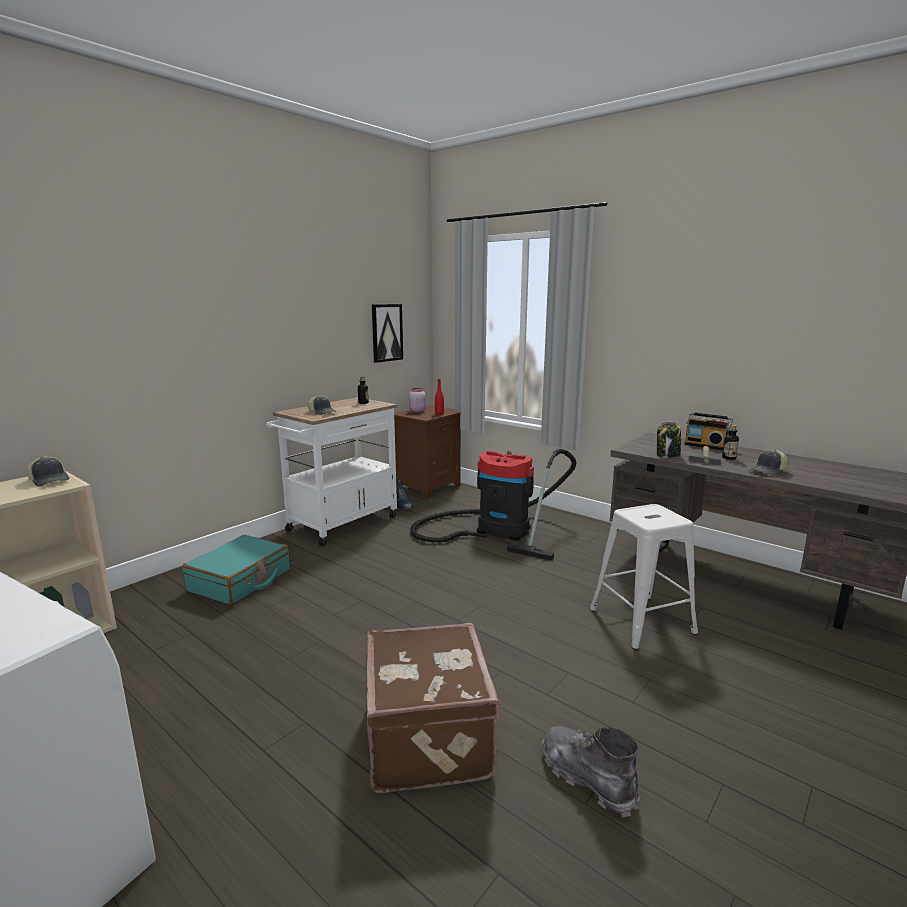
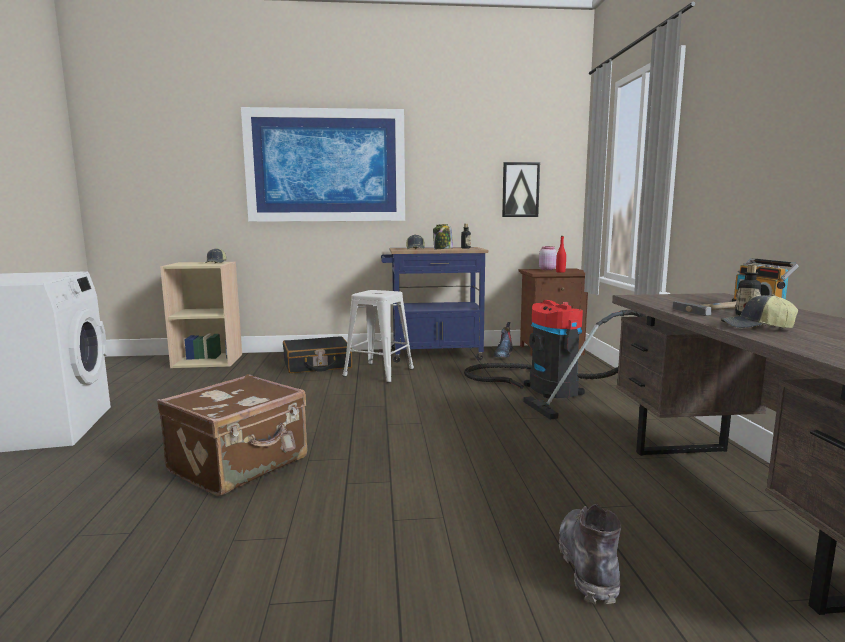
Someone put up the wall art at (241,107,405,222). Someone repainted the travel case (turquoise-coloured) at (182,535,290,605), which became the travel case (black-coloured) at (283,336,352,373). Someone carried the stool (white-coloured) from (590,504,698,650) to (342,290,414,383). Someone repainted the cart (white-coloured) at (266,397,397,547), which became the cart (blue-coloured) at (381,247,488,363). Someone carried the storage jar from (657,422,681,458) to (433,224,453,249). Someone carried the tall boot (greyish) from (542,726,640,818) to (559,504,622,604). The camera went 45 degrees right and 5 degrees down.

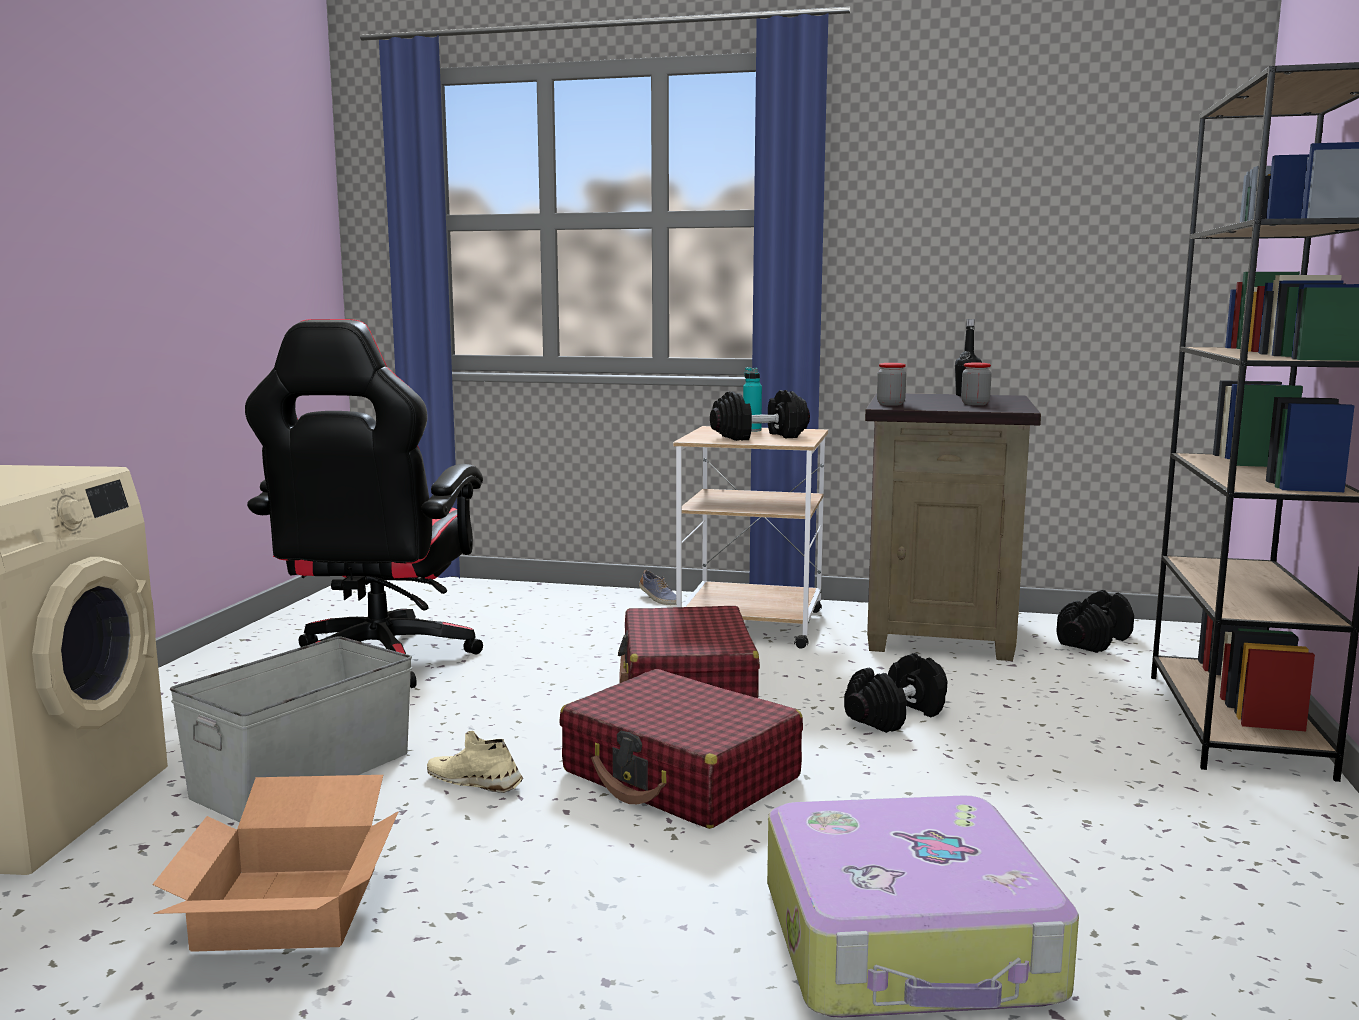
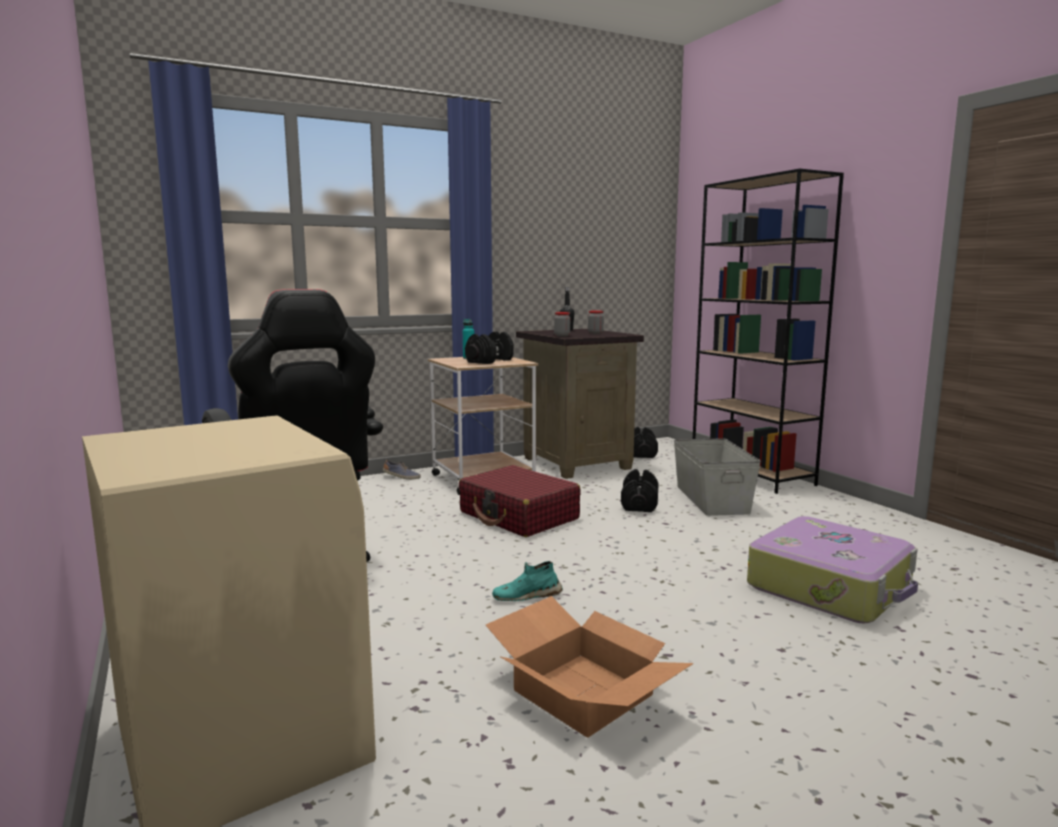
Someone repainted the low shoe (beige) at (427,731,523,793), which became the low shoe (turquoise-coloured) at (492,561,563,601). Someone carried the storage box (greyish) from (170,636,412,822) to (673,438,761,516). Someone took away the travel case (red) at (559,669,803,829). The camera went 40 degrees left and 0 degrees up.

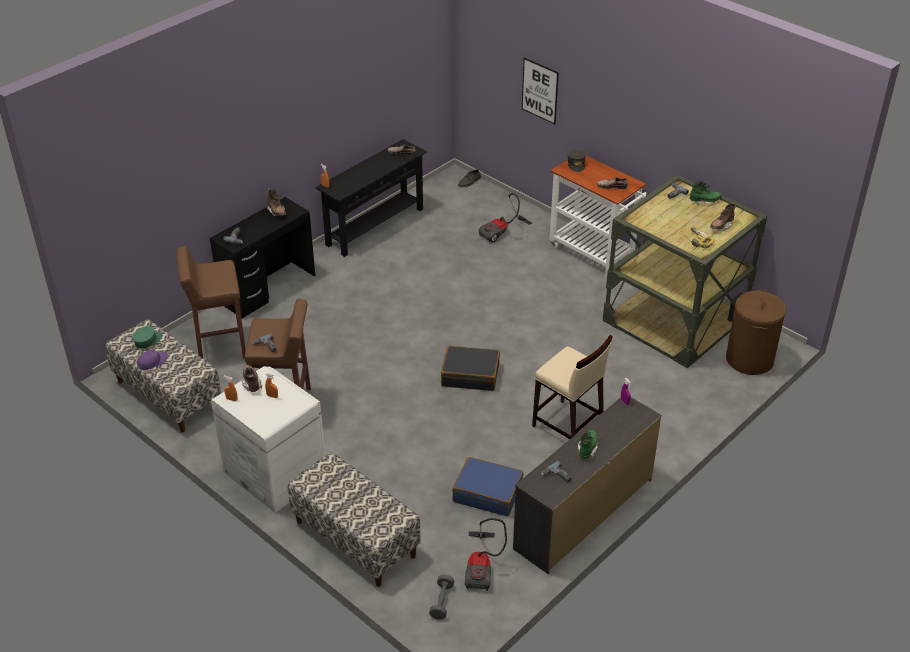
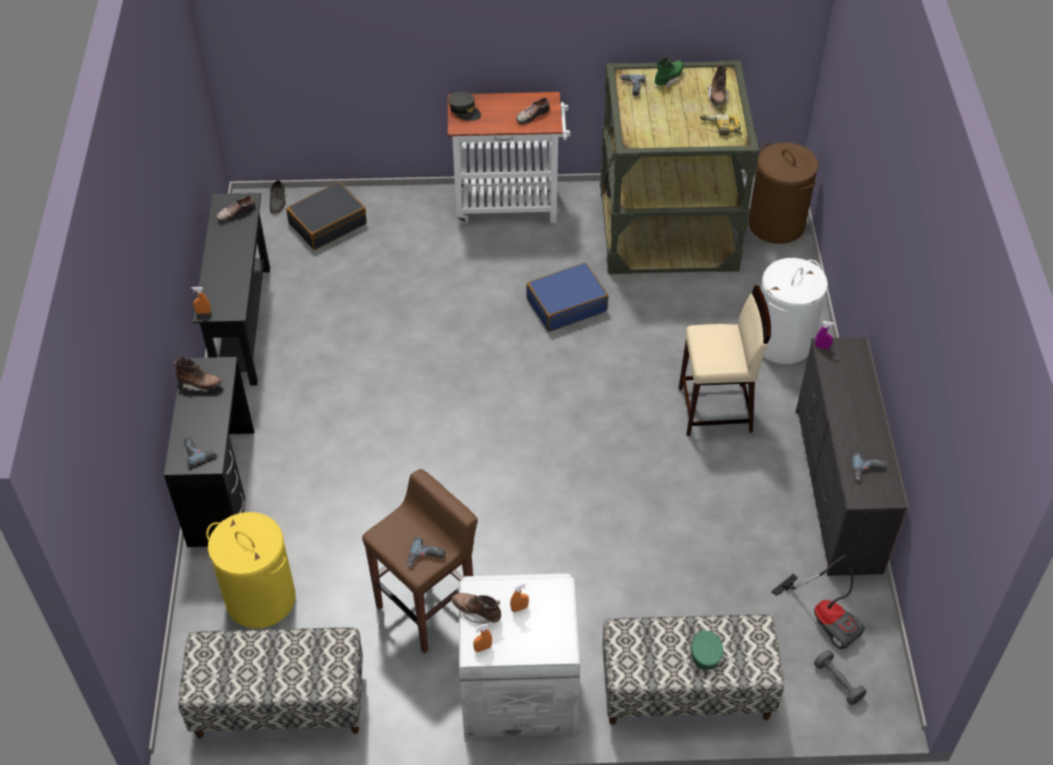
Someone swapped the stool (brown) at (176,246,246,359) for the hamper (yellow) at (206,512,295,629). Someone carried the travel case (black-coloured) from (441,346,500,391) to (286,182,367,250). Someone carried the travel case (blue-coloured) from (452,457,524,516) to (526,263,609,332). Someone carried the baseball cap (greenish) from (132,326,162,348) to (691,630,723,670). Someone put down the hamper (white-coloured) at (761,258,828,364). Someone took away the baseball cap (purple) at (137,349,168,370). Someone took away the vacuum at (478,193,532,243). Someone took away the wall art at (522,58,559,124). Someone took away the tall boot (greenish) at (578,429,599,459). The camera went 45 degrees left and 10 degrees up.

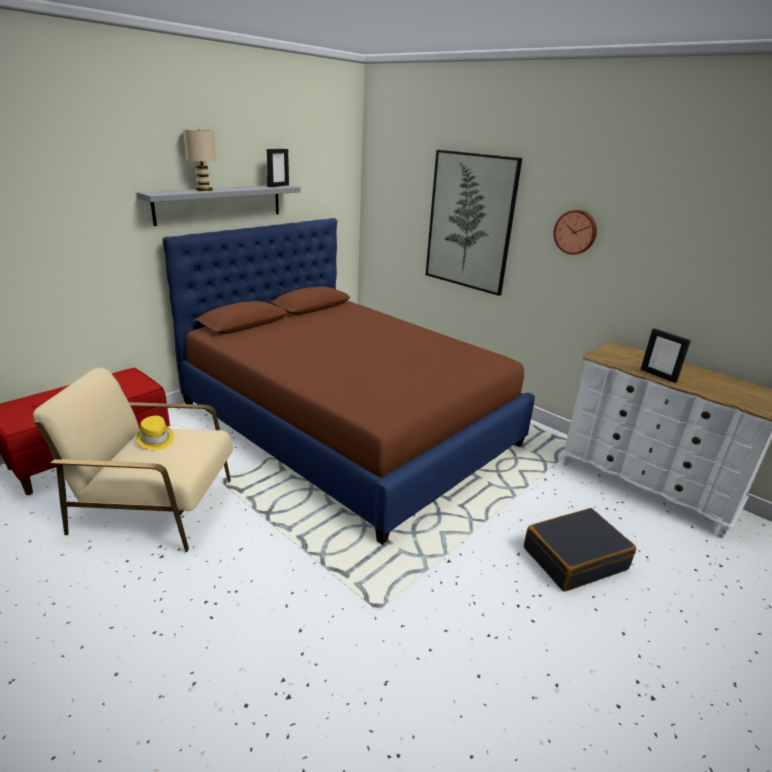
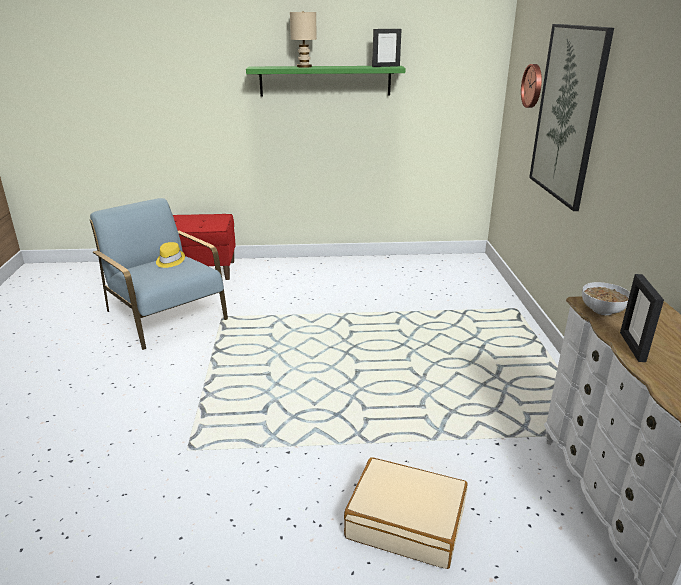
Someone repainted the armchair (beige) at (33,368,233,552), which became the armchair (blue-coloured) at (90,198,228,350). Someone repainted the wall shelf (greyish) at (137,185,300,226), which became the wall shelf (greenish) at (246,66,406,97). Someone repainted the travel case (black-coloured) at (524,508,636,592), which became the travel case (beige) at (344,457,468,569). Someone carried the hanging clock from (553,210,597,255) to (521,64,542,108). Someone put down the serving bowl at (582,282,630,315). Someone took away the sleeping bed (brown) at (162,218,535,545). The camera went 45 degrees right and 0 degrees up.

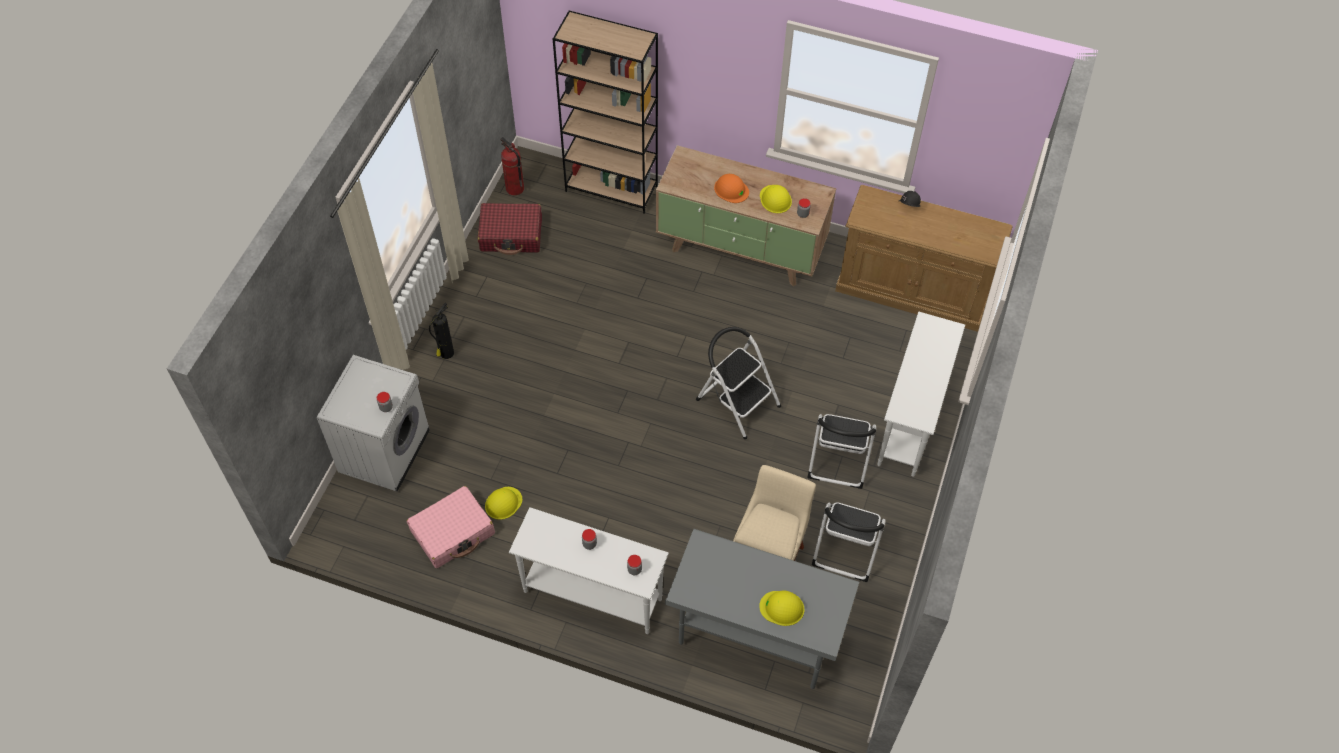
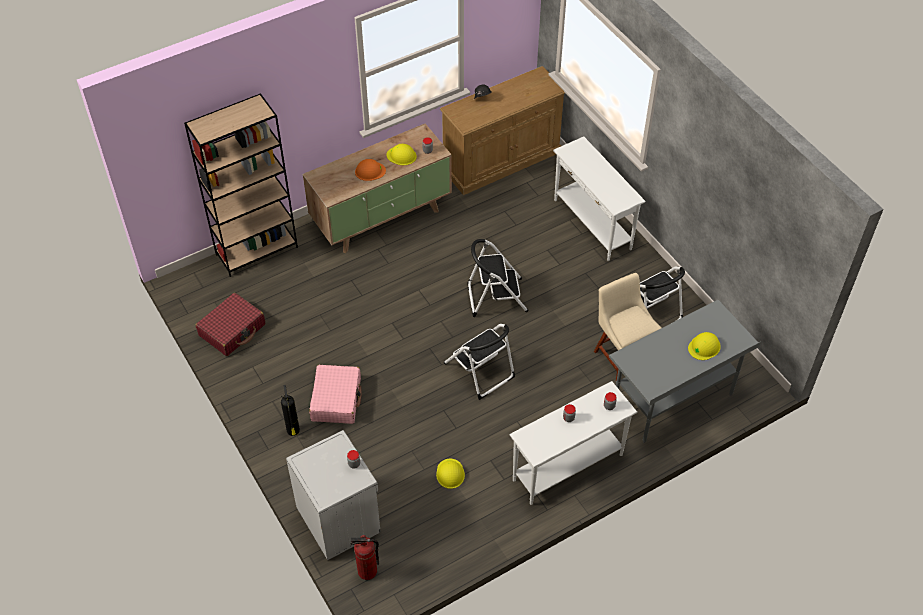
Someone carried the travel case (pink) from (407,486,495,568) to (309,365,361,424). Someone carried the fire-fighting cylinder from (500,137,524,195) to (350,535,379,580). Someone carried the step stool from (808,414,876,489) to (444,324,515,400). The camera went 50 degrees left and 5 degrees down.

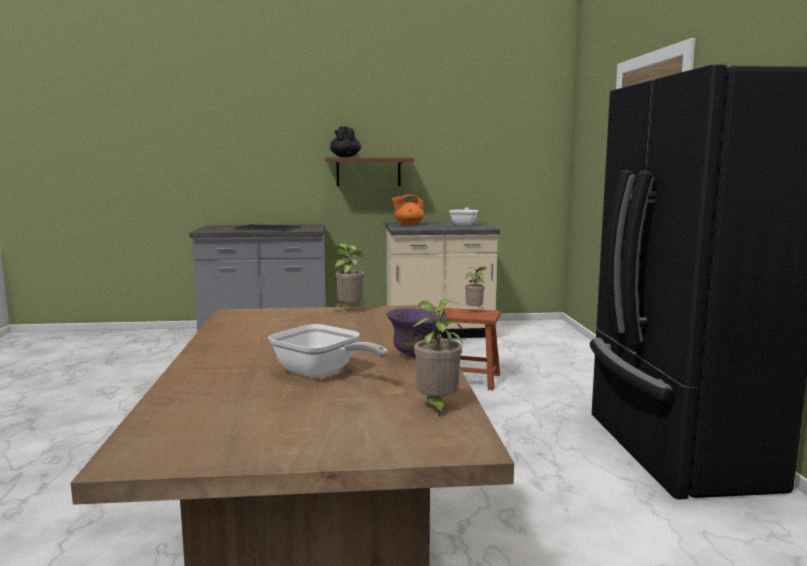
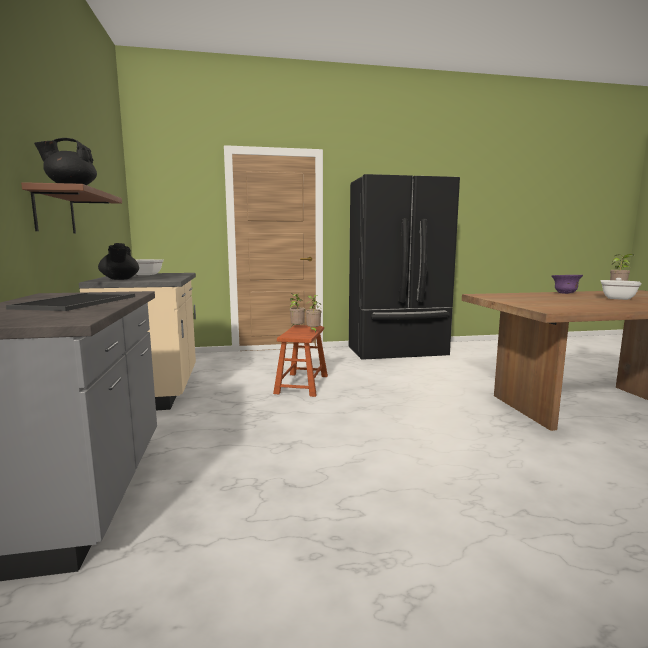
Someone repainted the pot for tea (orange-coloured) at (392,195,424,225), which became the pot for tea (black-coloured) at (98,243,139,280). Someone carried the potted plant from (328,243,365,310) to (306,295,322,332). The camera went 95 degrees left and 0 degrees up.

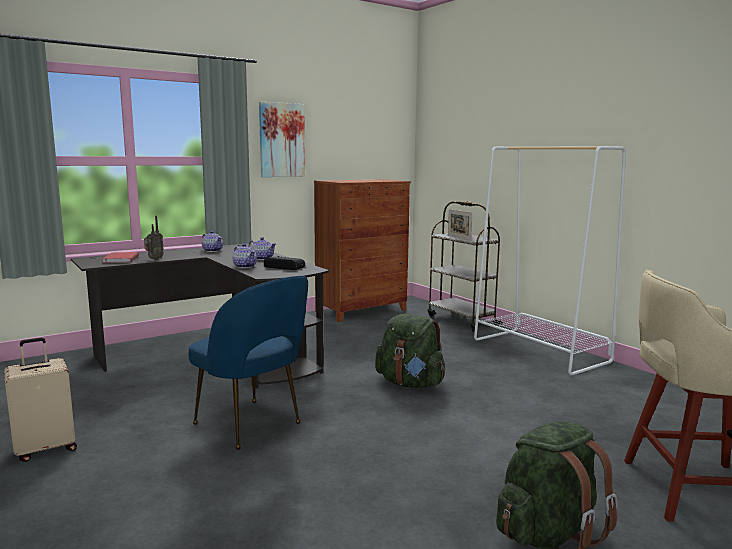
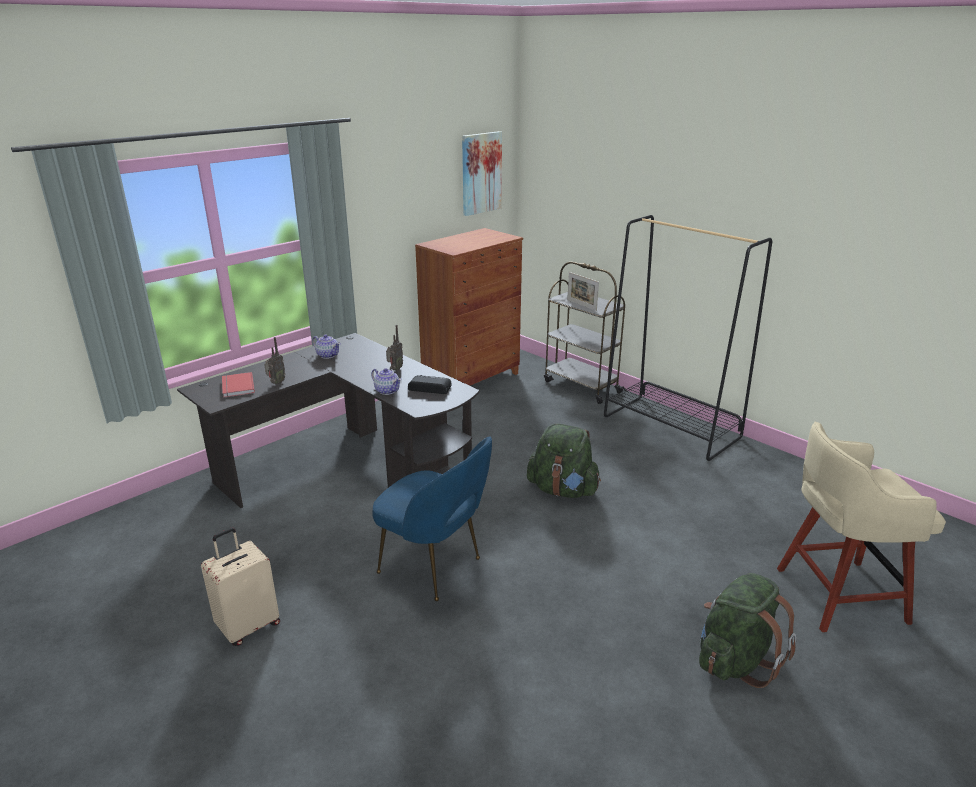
Someone swapped the pot for tea at (249,237,276,260) for the radio receiver at (386,325,403,371). Someone carried the wall art from (259,102,305,177) to (462,131,502,216). Someone repainted the garment rack (white-coloured) at (474,146,626,376), which became the garment rack (black-coloured) at (604,215,772,461). The camera went 10 degrees left and 15 degrees up.

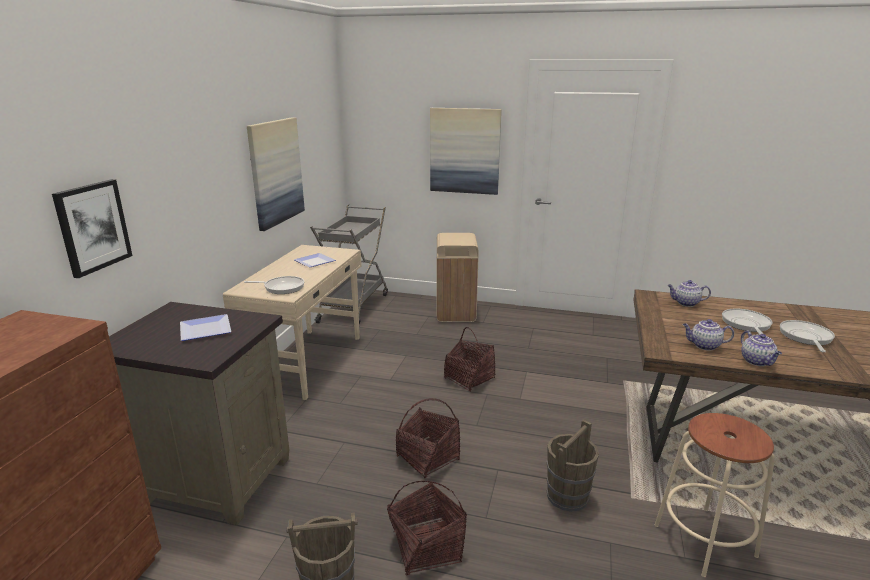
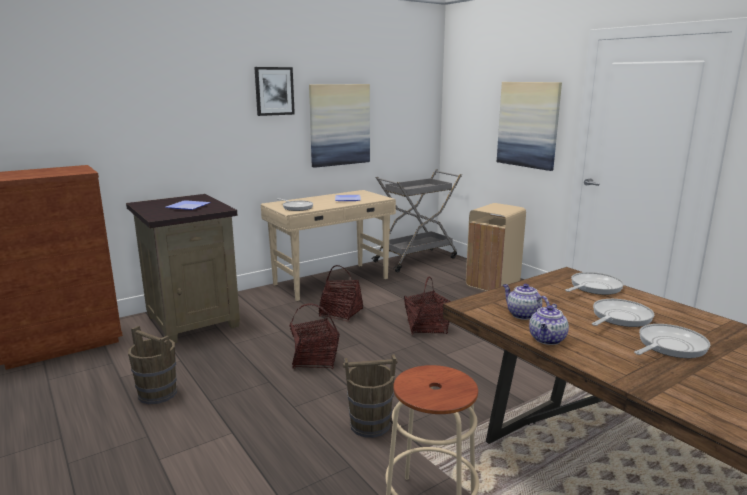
Someone carried the wall art from (52,179,133,278) to (254,67,295,116). Someone carried the basket from (387,481,467,576) to (319,265,363,322). Someone swapped the pot for tea at (667,280,711,307) for the frying pan at (565,272,624,295). The camera went 40 degrees right and 5 degrees down.

